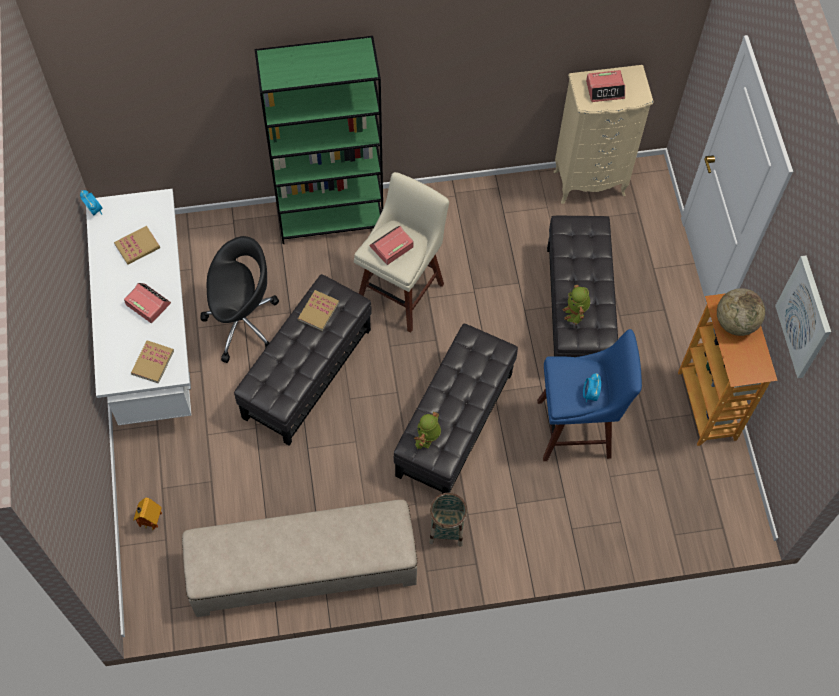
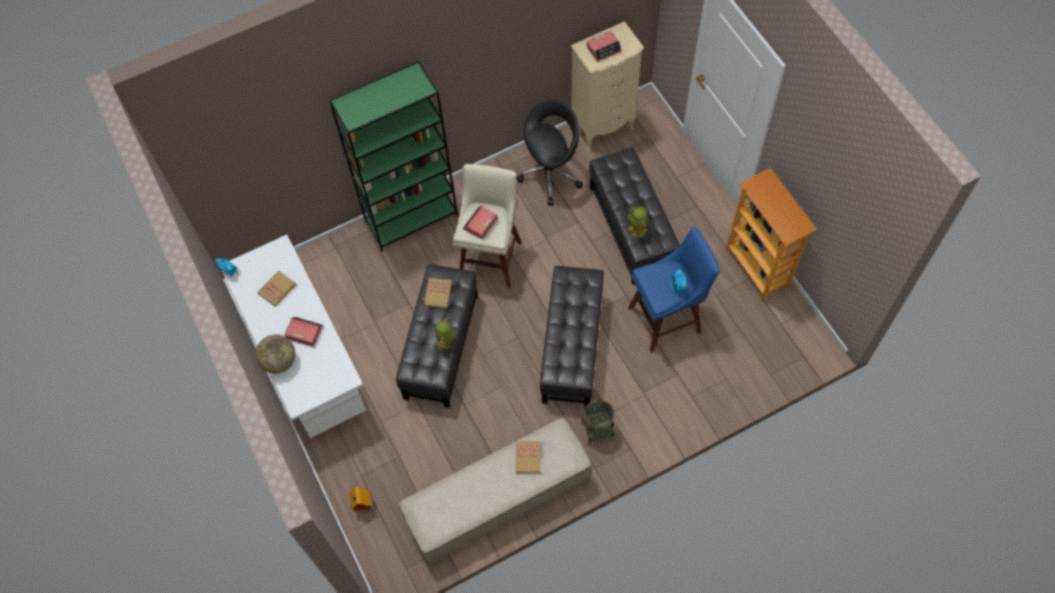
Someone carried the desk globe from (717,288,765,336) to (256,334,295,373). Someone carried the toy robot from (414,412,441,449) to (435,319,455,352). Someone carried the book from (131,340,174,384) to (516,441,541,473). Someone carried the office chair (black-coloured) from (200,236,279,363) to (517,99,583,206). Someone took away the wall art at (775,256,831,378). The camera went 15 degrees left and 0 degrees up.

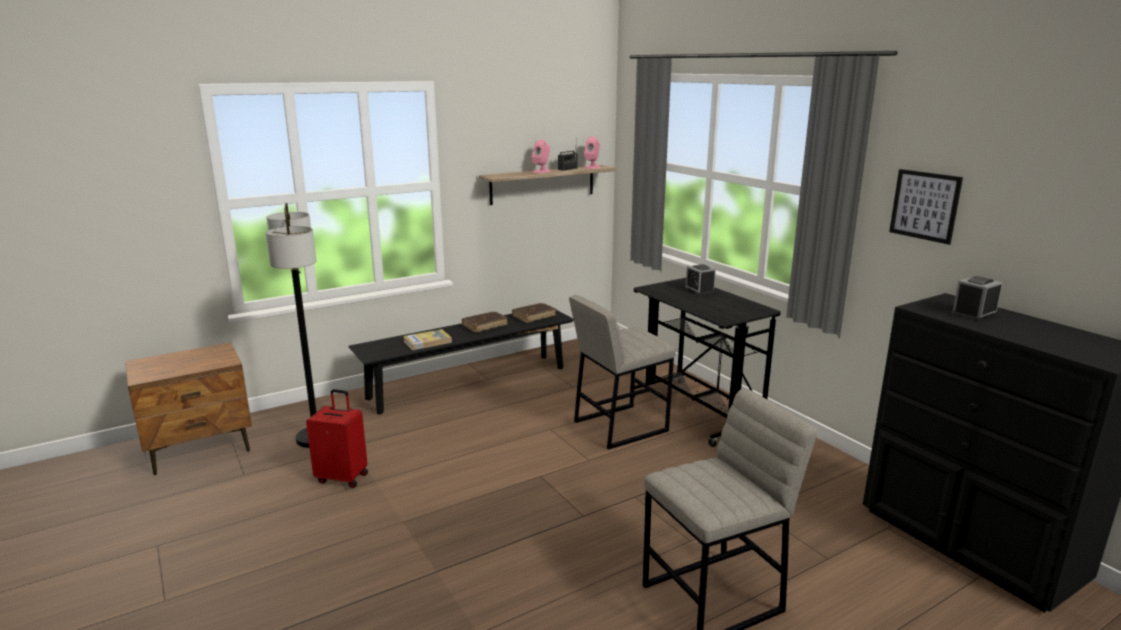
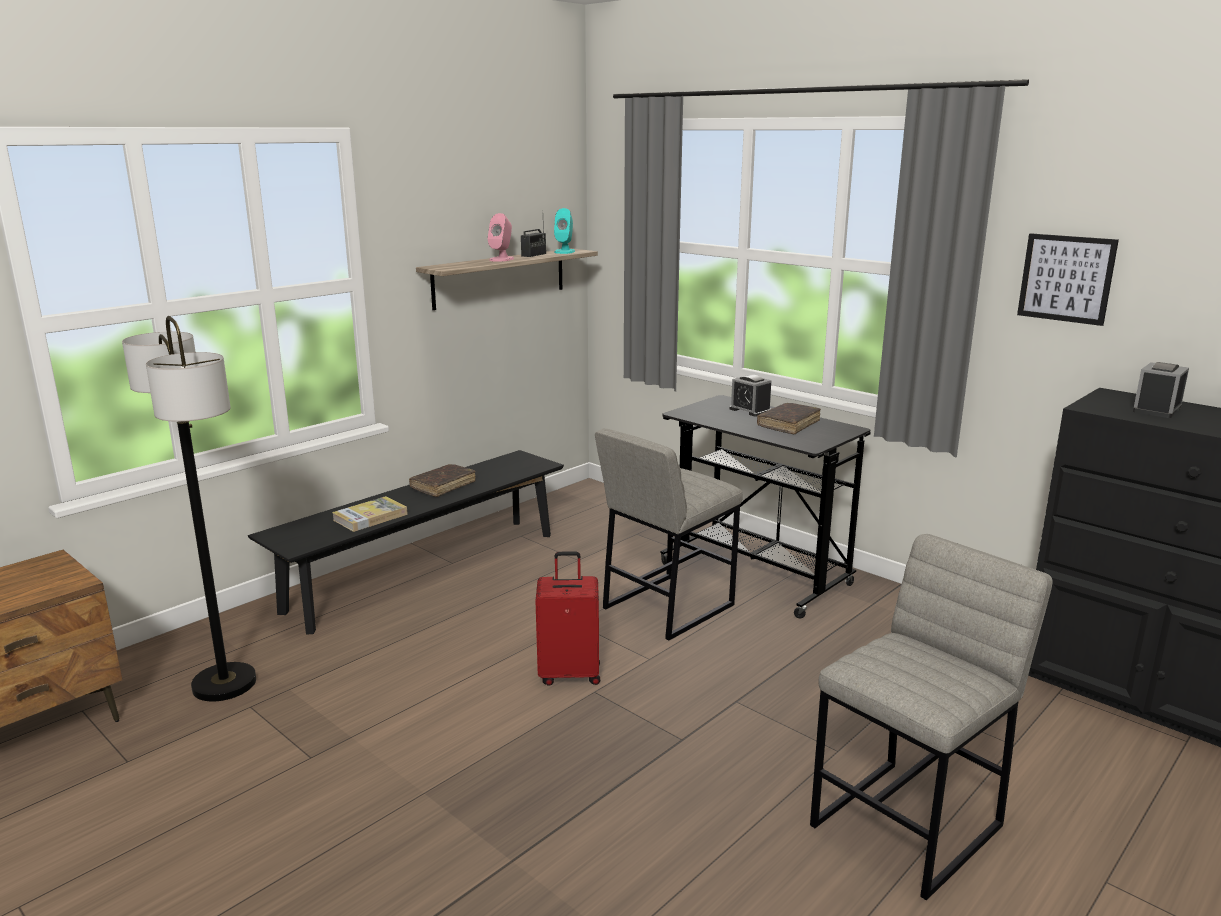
Someone carried the travel case (red) from (306,389,368,488) to (535,551,600,686). Someone repainted the audio speaker (pink) at (584,136,600,169), which became the audio speaker (turquoise-coloured) at (554,208,575,254). Someone carried the book (brown) from (512,303,556,323) to (757,403,821,434). The camera went 15 degrees left and 0 degrees up.

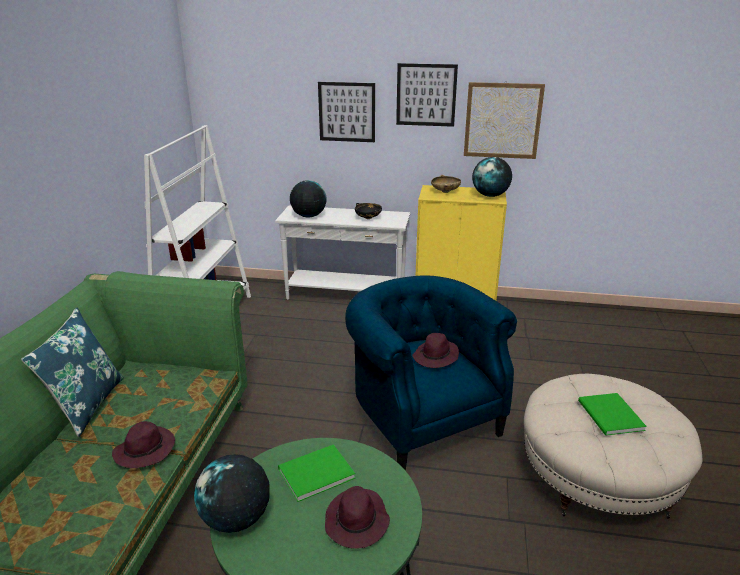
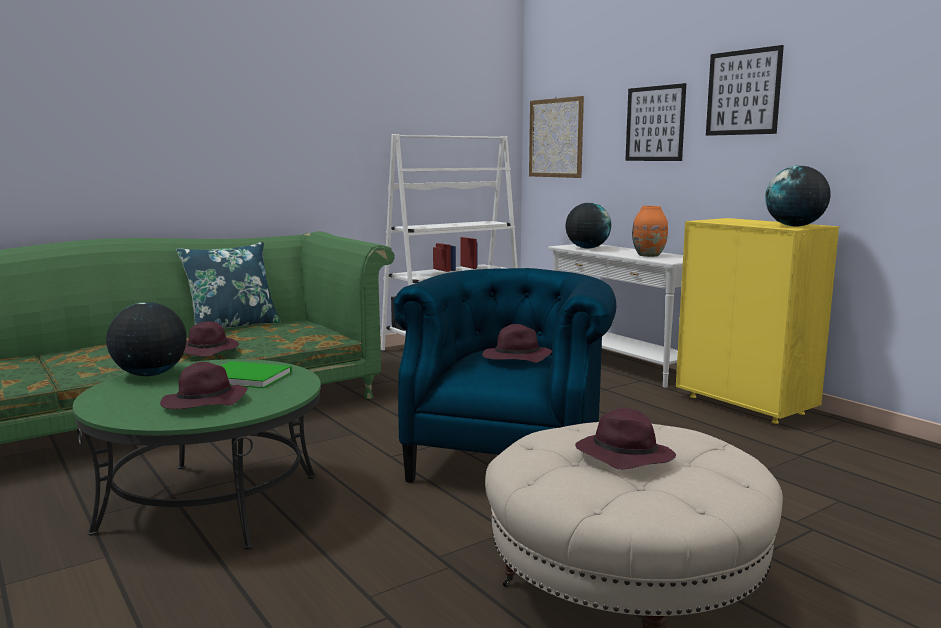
Someone carried the wall art from (464,81,545,159) to (529,96,584,178). Someone swapped the book (greenish) at (578,393,647,436) for the wearable hat (purple) at (575,408,676,470). Someone swapped the serving bowl (black-coloured) at (355,203,382,219) for the flower vase (orange-coloured) at (632,206,668,257). Someone took away the serving bowl (beige) at (431,175,461,193). The camera went 45 degrees right and 15 degrees down.

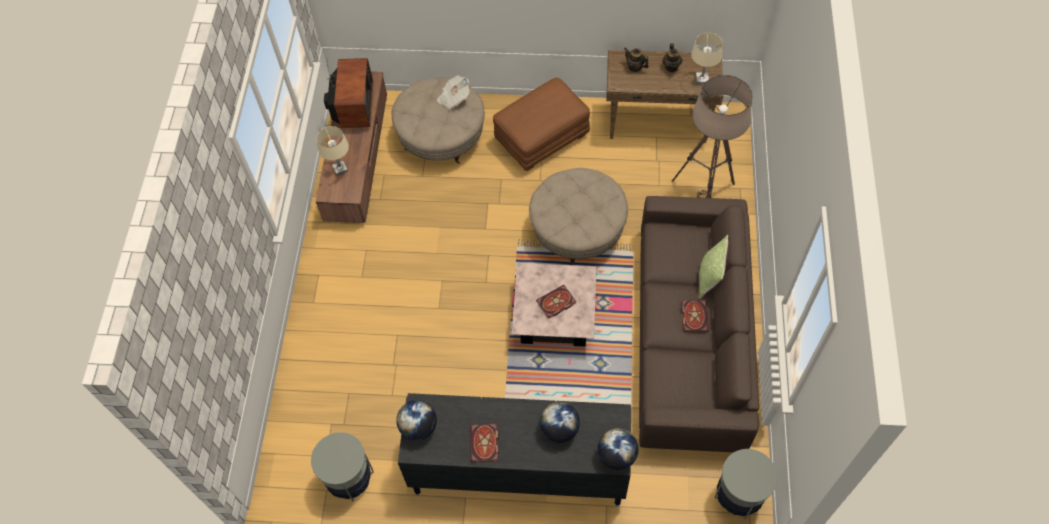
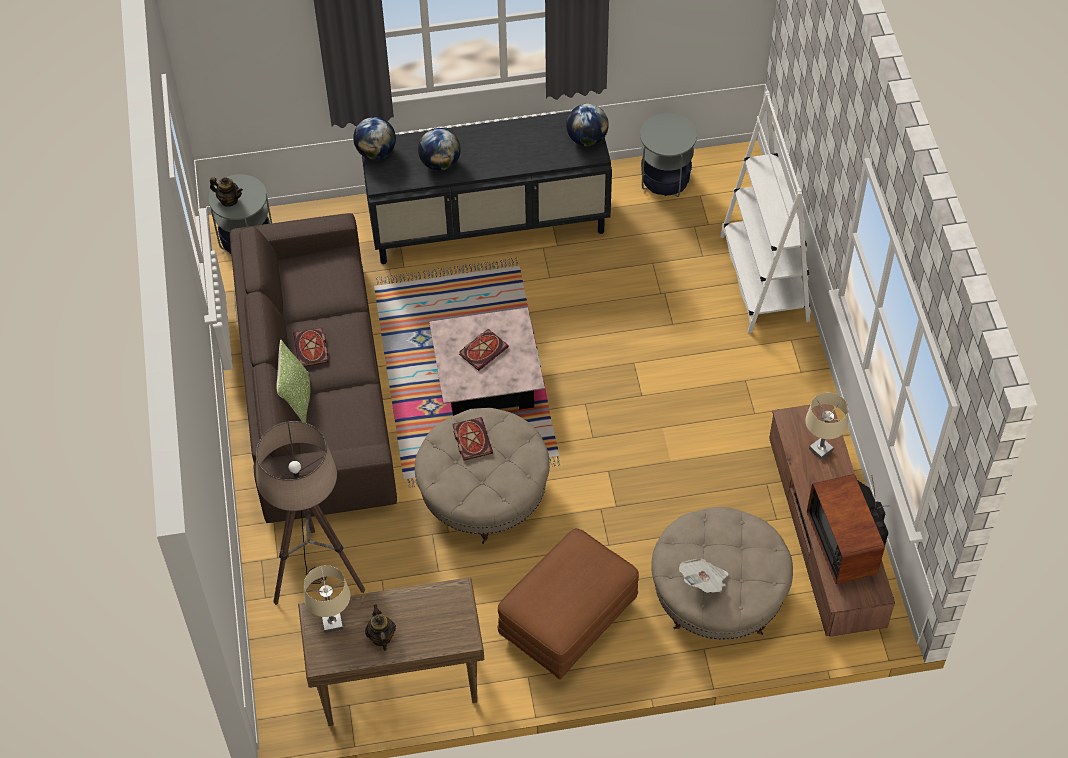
Someone carried the pot for tea from (624,47,649,72) to (210,177,243,207). Someone carried the book from (470,424,499,462) to (453,417,493,461). Someone put down the bookshelf (white-coloured) at (720,91,811,333). The camera went 165 degrees right and 5 degrees down.

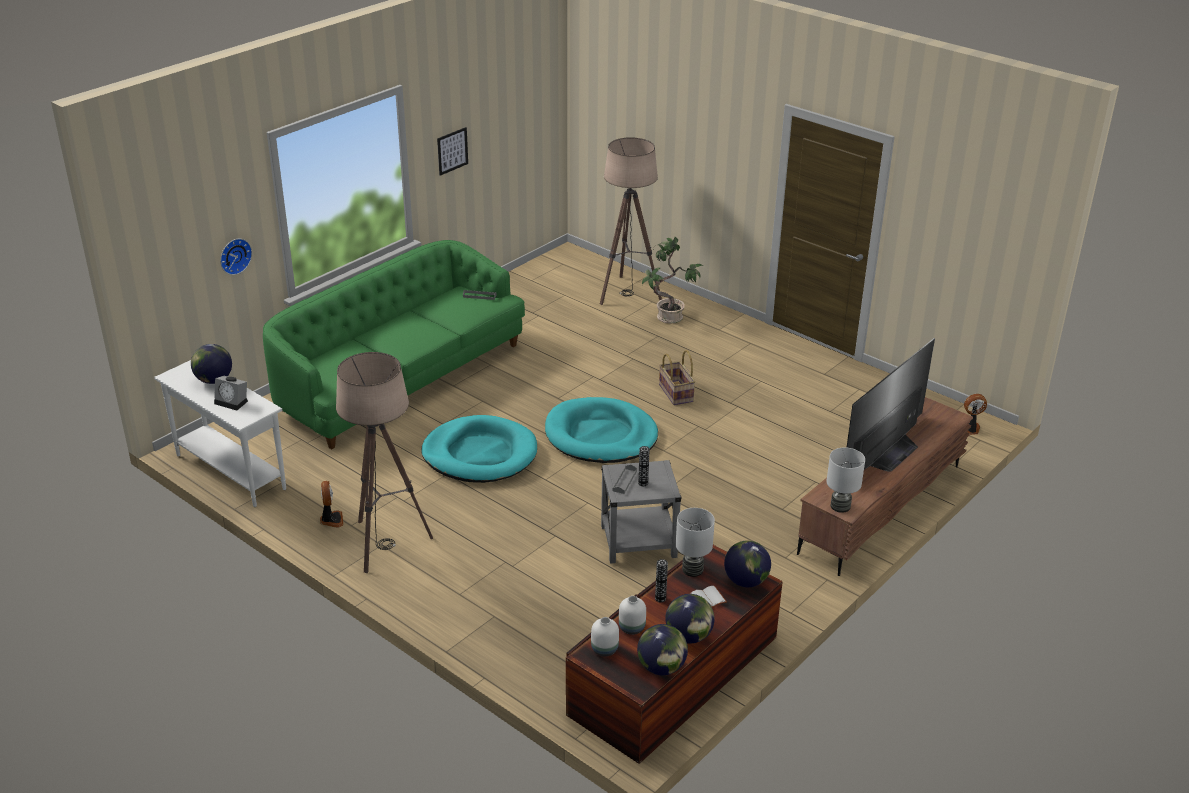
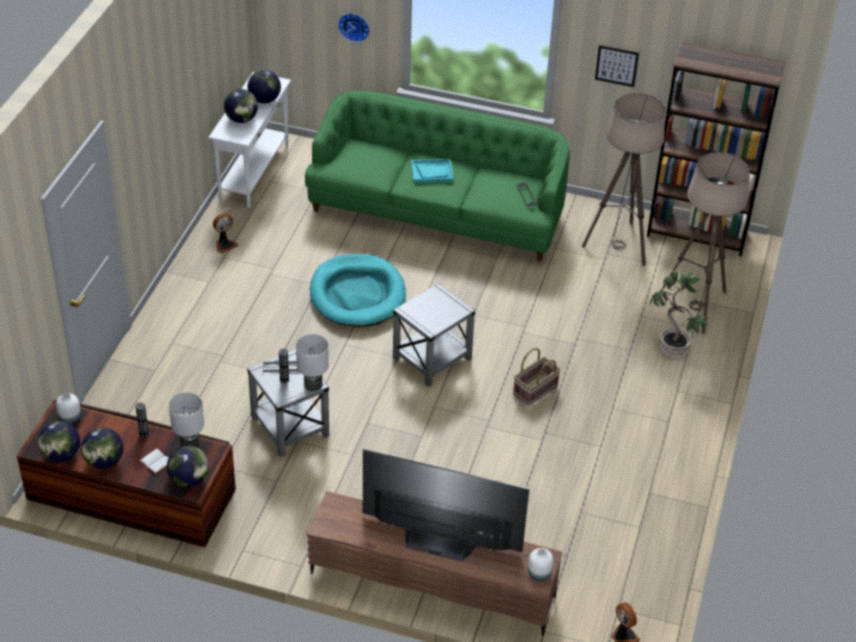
Someone swapped the bedside clock at (214,376,248,410) for the desk globe at (224,89,258,123). Someone carried the lamp for a table (greyish) from (826,447,865,513) to (296,334,329,391). Someone swapped the pet bed (turquoise-coloured) at (545,397,658,463) for the end table (greyish) at (393,283,475,387). Someone put down the carrying tray (turquoise-coloured) at (411,159,454,183). Someone carried the flower vase (white-coloured) from (619,596,646,635) to (528,548,553,581). Someone carried the floor lamp from (336,352,433,573) to (582,93,665,266). Someone put down the bookshelf (brown) at (647,42,785,256). The camera went 65 degrees right and 10 degrees up.

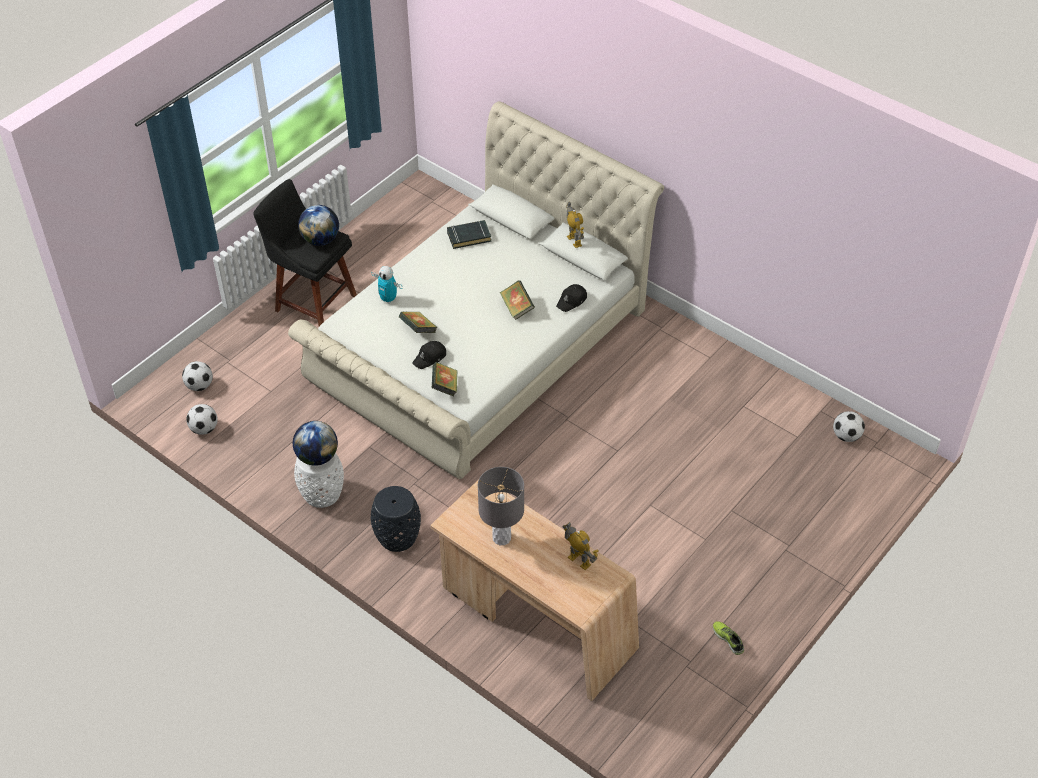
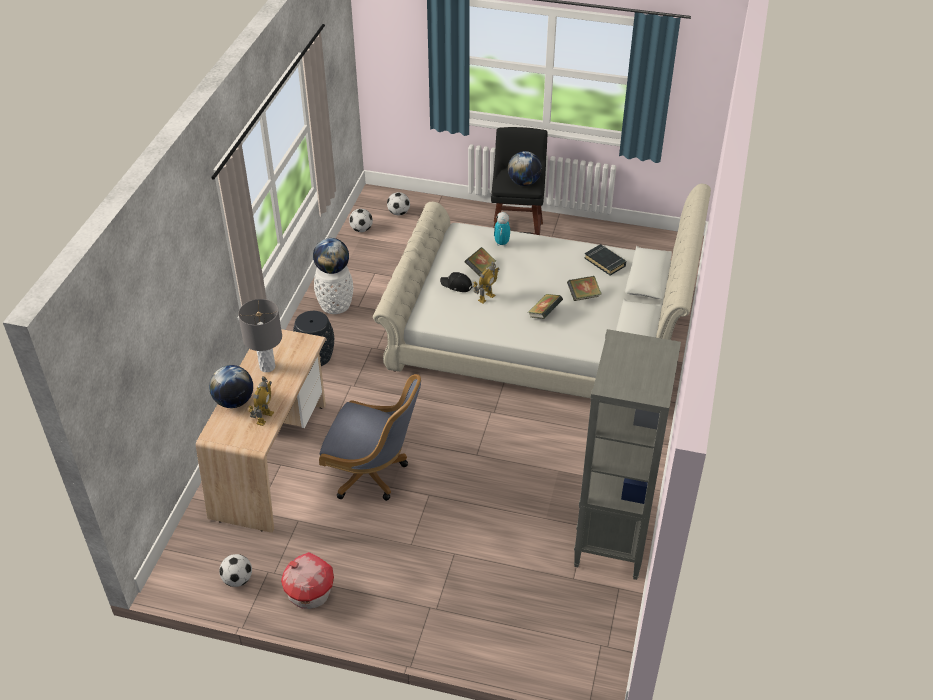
Someone put down the desk globe at (209,365,253,408). Someone carried the ball for football from (833,411,865,442) to (219,554,252,587). Someone swapped the low shoe at (713,621,744,655) for the miniature house at (281,552,334,609). Someone put down the office chair (blue-coloured) at (319,374,421,501). Someone carried the toy robot from (566,202,584,248) to (473,261,500,303). Someone carried the book from (432,362,458,397) to (567,276,601,301). Someone put down the bookshelf (greyish) at (574,329,681,580). Someone took away the baseball cap (black-coloured) at (556,284,587,312). The camera went 65 degrees right and 5 degrees down.

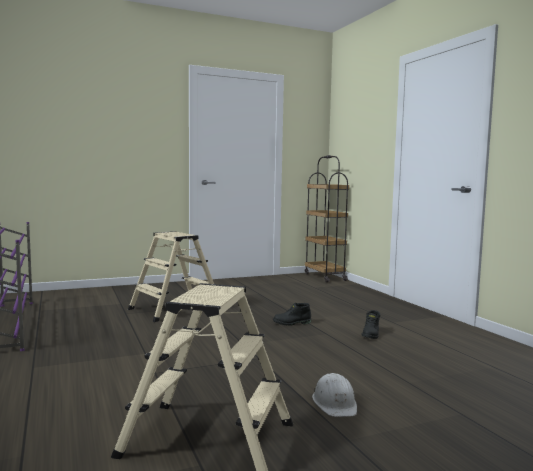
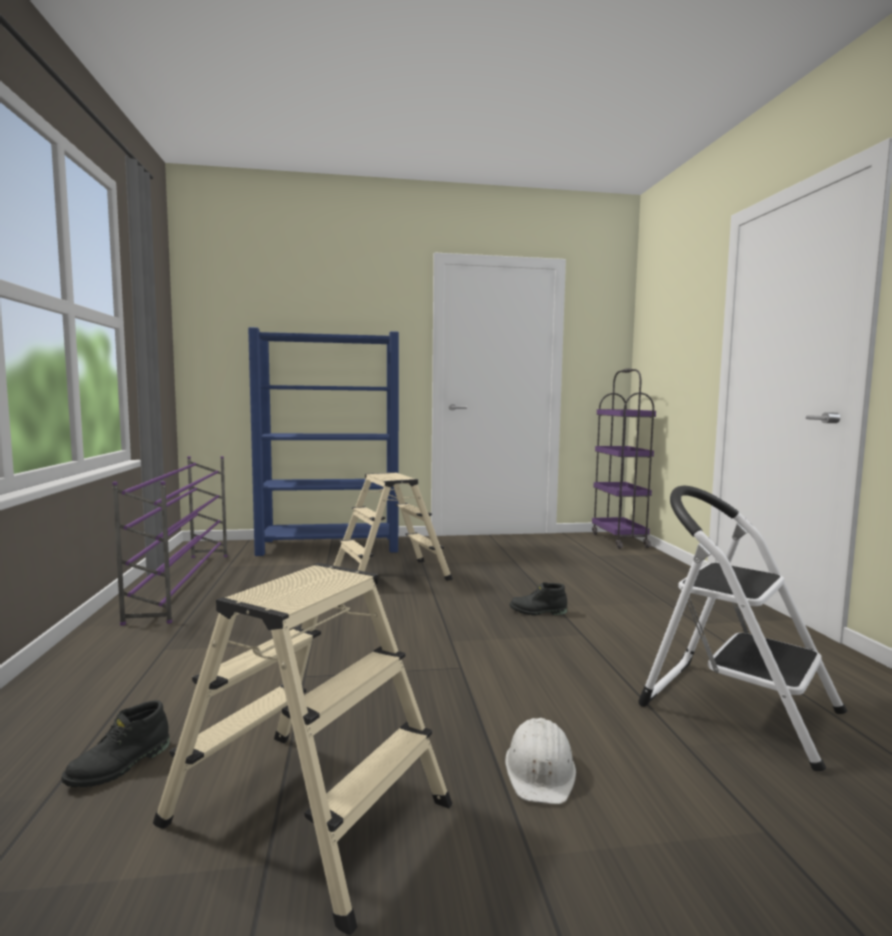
Someone carried the tall boot (black-coloured) from (361,310,380,339) to (62,700,170,787). Someone put down the bookshelf (blue-coloured) at (248,327,399,556). Someone repainted the cart (brown) at (305,155,349,283), which became the cart (purple) at (592,368,656,549). Someone put down the step stool at (638,486,847,771). The camera went 15 degrees right and 0 degrees up.

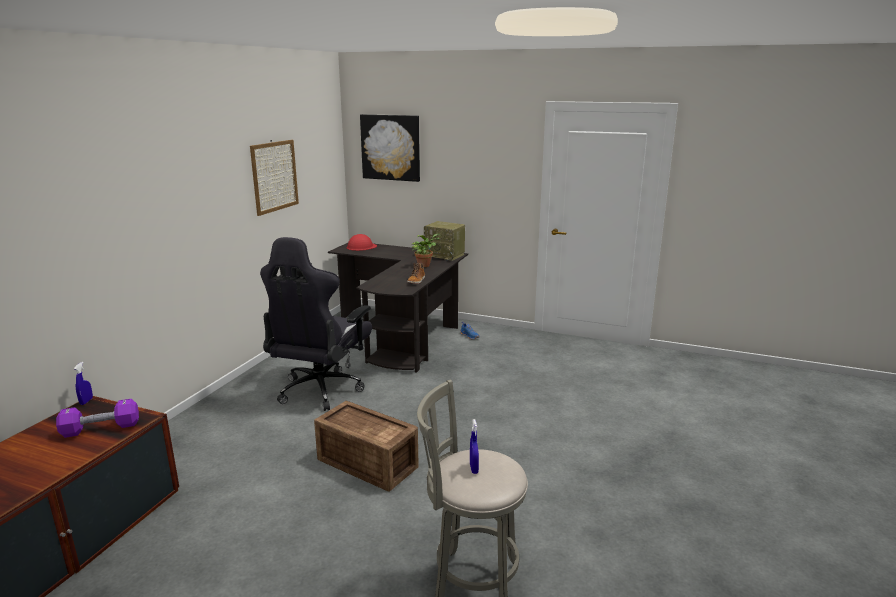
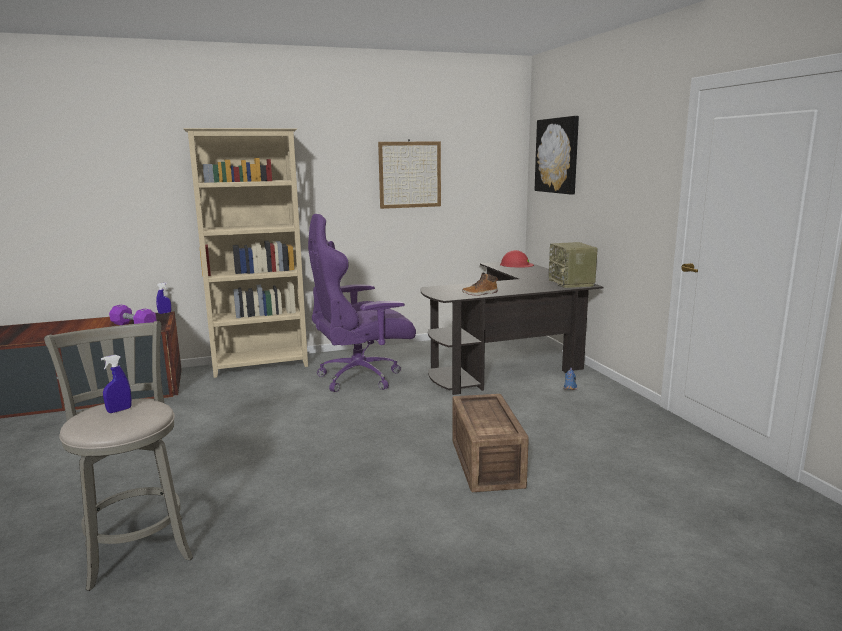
Someone put down the bookshelf (beige) at (183,128,308,378). Someone repainted the office chair (black-coloured) at (260,237,372,411), which became the office chair (purple) at (308,214,416,392). Someone carried the packing crate from (314,401,419,491) to (453,394,529,492). Someone took away the potted plant at (412,234,440,267). The camera went 50 degrees right and 5 degrees down.

